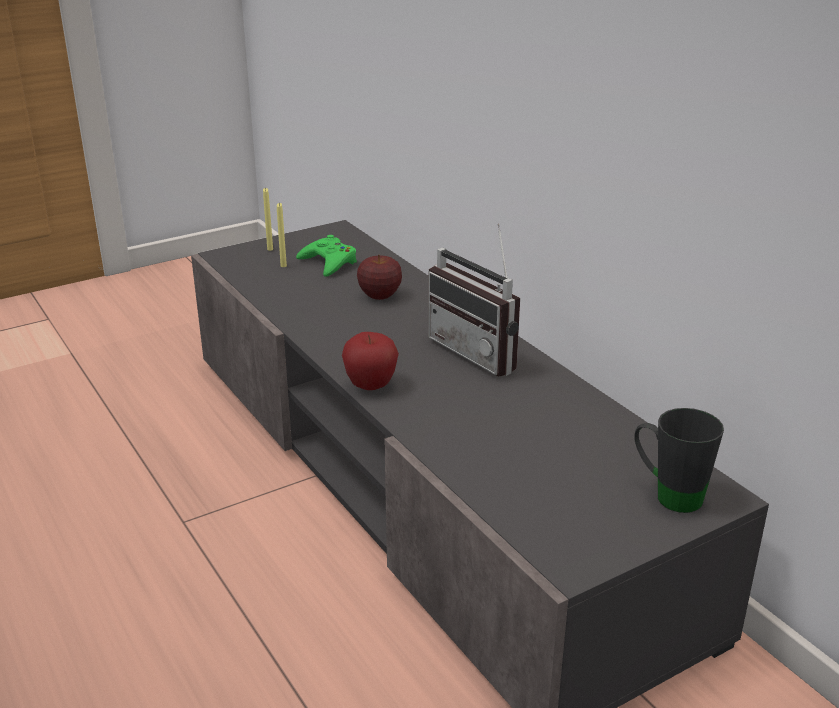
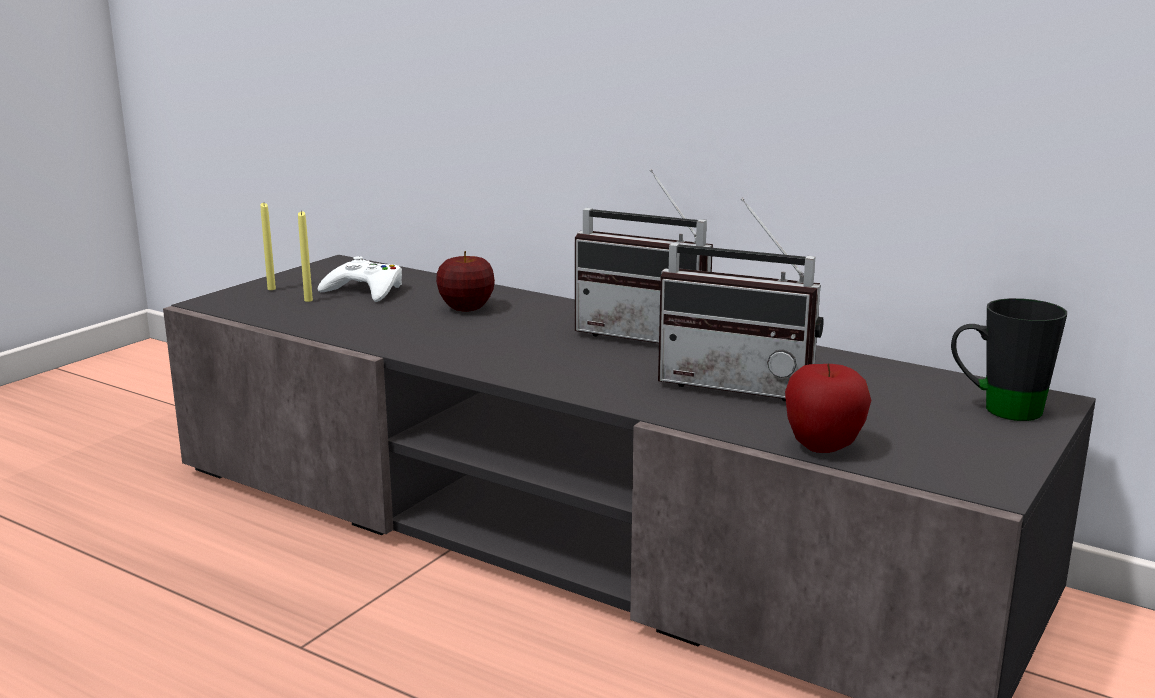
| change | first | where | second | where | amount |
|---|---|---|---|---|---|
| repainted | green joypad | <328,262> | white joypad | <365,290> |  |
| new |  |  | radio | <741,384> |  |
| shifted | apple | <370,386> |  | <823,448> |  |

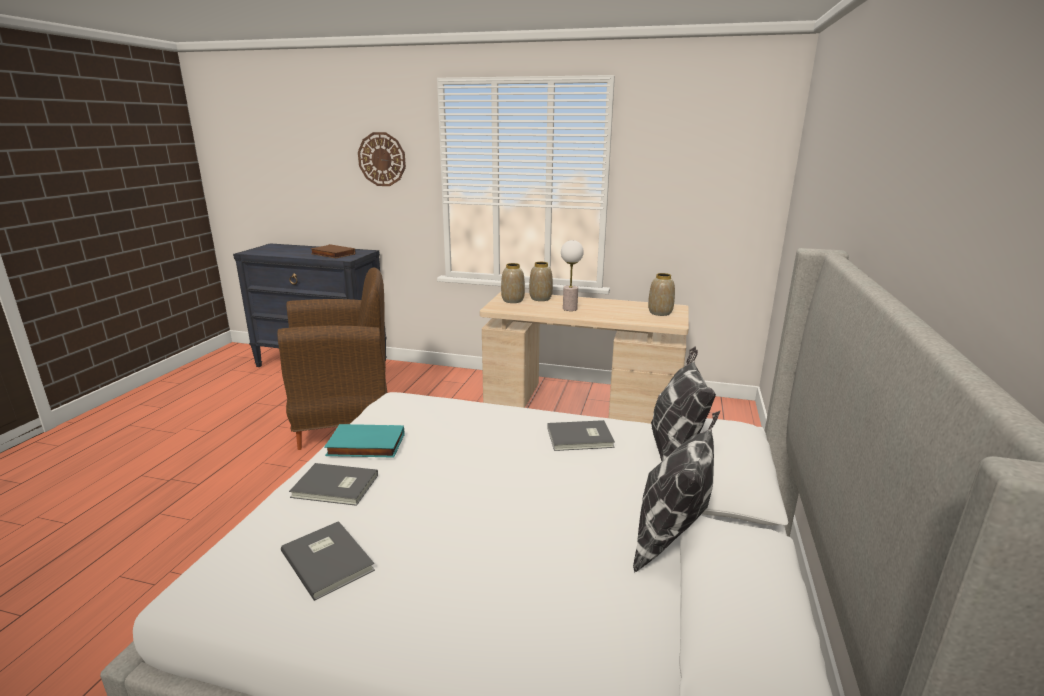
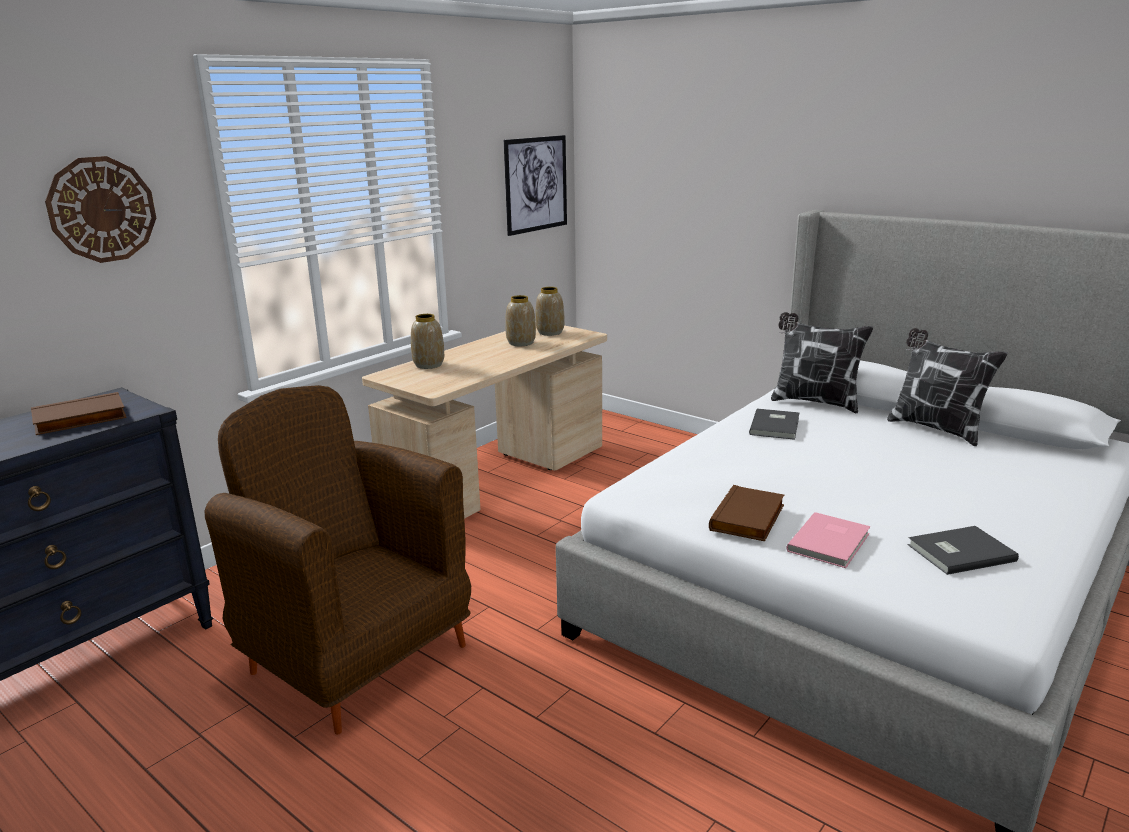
| change | first | where | second | where | amount |
|---|---|---|---|---|---|
| rotated | brown armchair | <345,421> |  | <357,658> | 60 degrees counterclockwise |
| new |  |  | picture | <536,184> |  |
| shifted | decorative vase | <513,300> |  | <521,343> |  |
| repainted | turquoise book | <365,446> | brown book | <749,518> |  |
| repainted | greyish book | <335,487> | pinkish book | <831,542> |  |
| gone | table lamp | <570,309> |  |  |  |

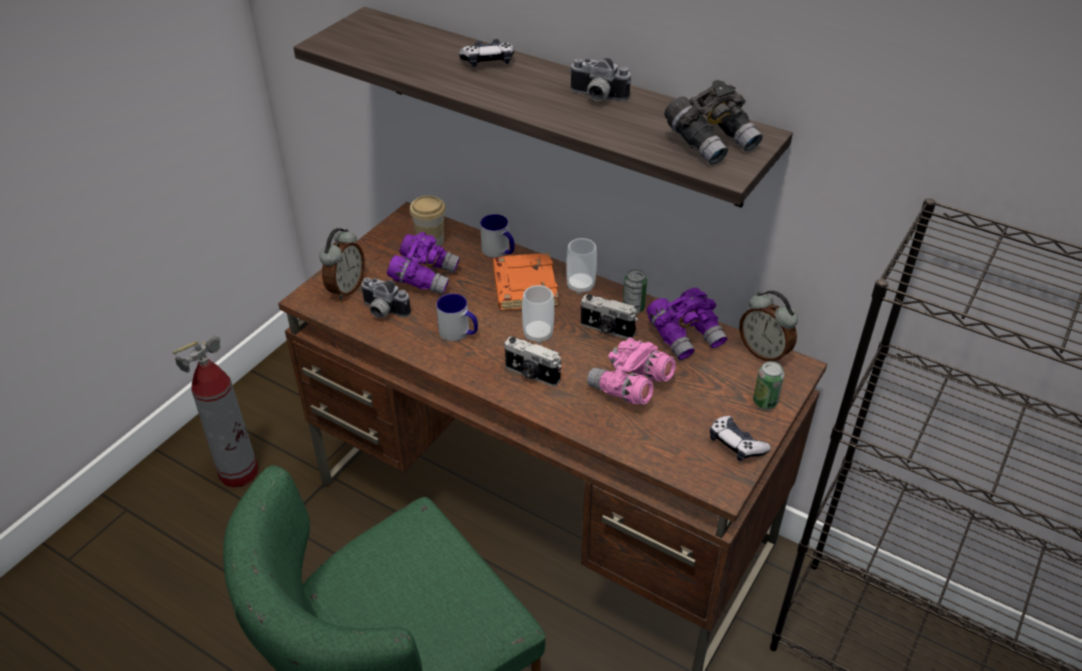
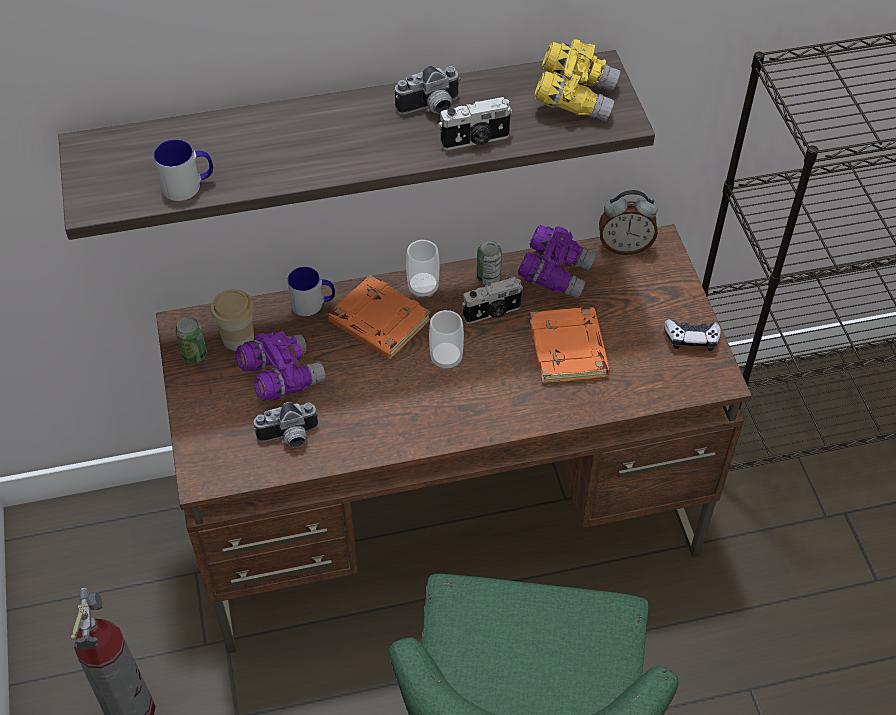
| change | first | where | second | where | amount |
|---|---|---|---|---|---|
| shifted | tea mug | <459,333> |  | <188,185> |  |
| shifted | sealed can | <765,402> |  | <194,355> |  |
| shifted | still camera | <531,374> |  | <475,140> |  |
| swapped | pinkish field glasses | <630,387> | orangey book | <569,350> |  |
| repainted | greyish field glasses | <711,142> | yellowish field glasses | <575,98> |  |
| gone | table clock | <345,288> |  |  |  |
| gone | joypad | <488,62> |  |  |  |

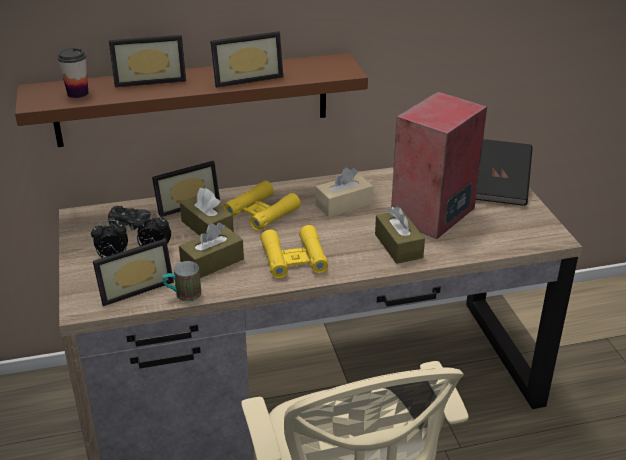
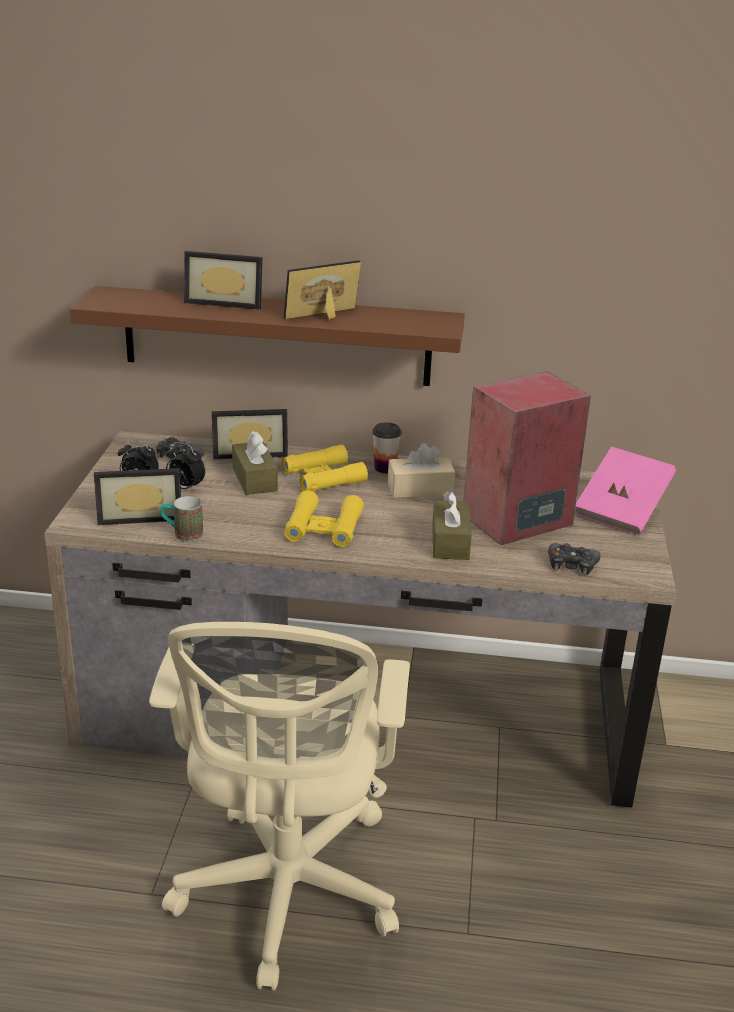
| change | first | where | second | where | amount |
|---|---|---|---|---|---|
| rotated | picture frame | <246,78> |  | <325,317> | 150 degrees clockwise |
| shifted | drinking cup | <77,93> |  | <385,468> |  |
| new |  |  | black-coloured joypad | <571,565> |  |
| repainted | black-coloured book | <499,187> | pinkish book | <622,511> |  |
| gone | brown box of tissues | <212,262> |  |  |  |

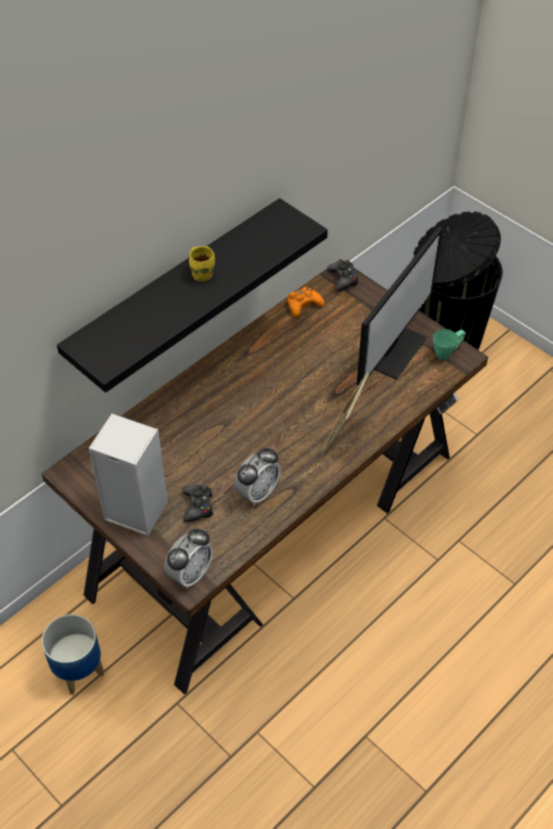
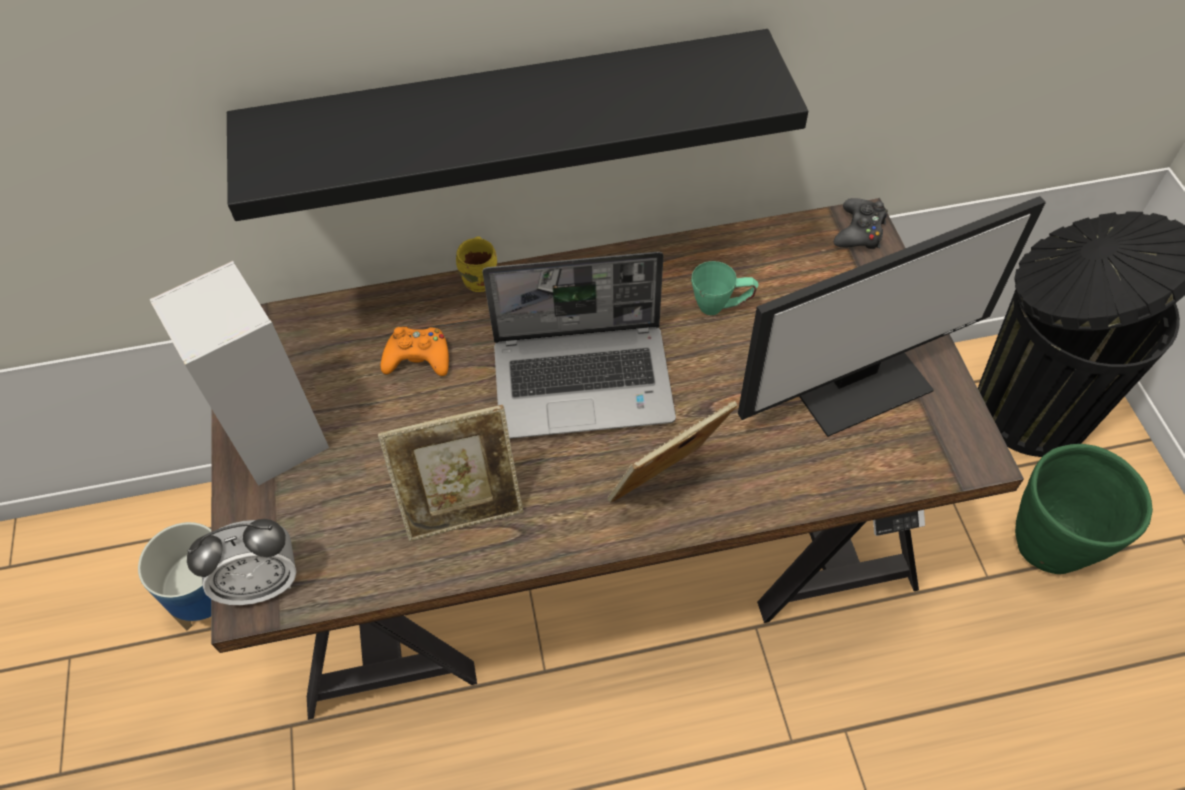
| change | first | where | second | where | amount |
|---|---|---|---|---|---|
| swapped | table clock | <257,492> | picture frame | <463,507> |  |
| shifted | orangey joypad | <303,305> |  | <418,358> |  |
| shifted | yellowish tea mug | <203,274> |  | <482,279> |  |
| new |  |  | notebook computer | <585,381> |  |
| shifted | green tea mug | <447,352> |  | <721,307> |  |
| new |  |  | green flower pot | <1049,547> |  |
| gone | black-coloured joypad | <198,506> |  |  |  |

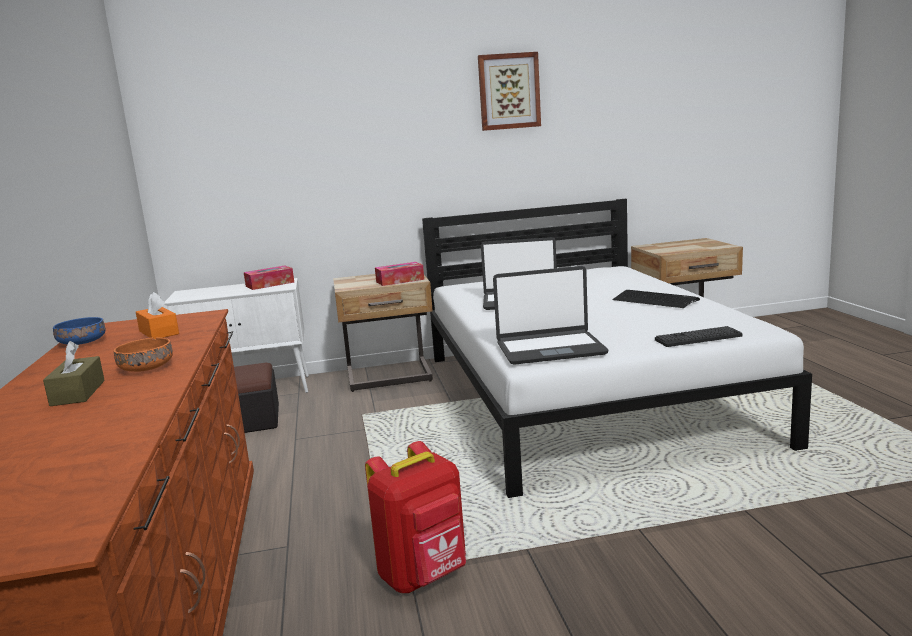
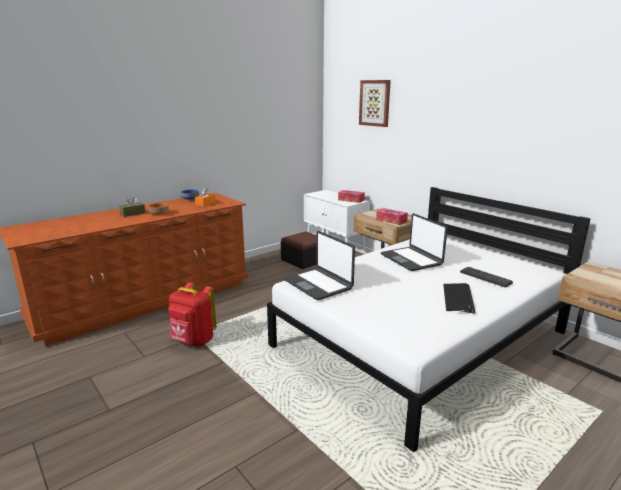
| change | first | where | second | where | amount |
|---|---|---|---|---|---|
| shifted | picture | <509,91> |  | <375,103> |  |
| shifted | PC keyboard | <698,338> |  | <485,277> |  |

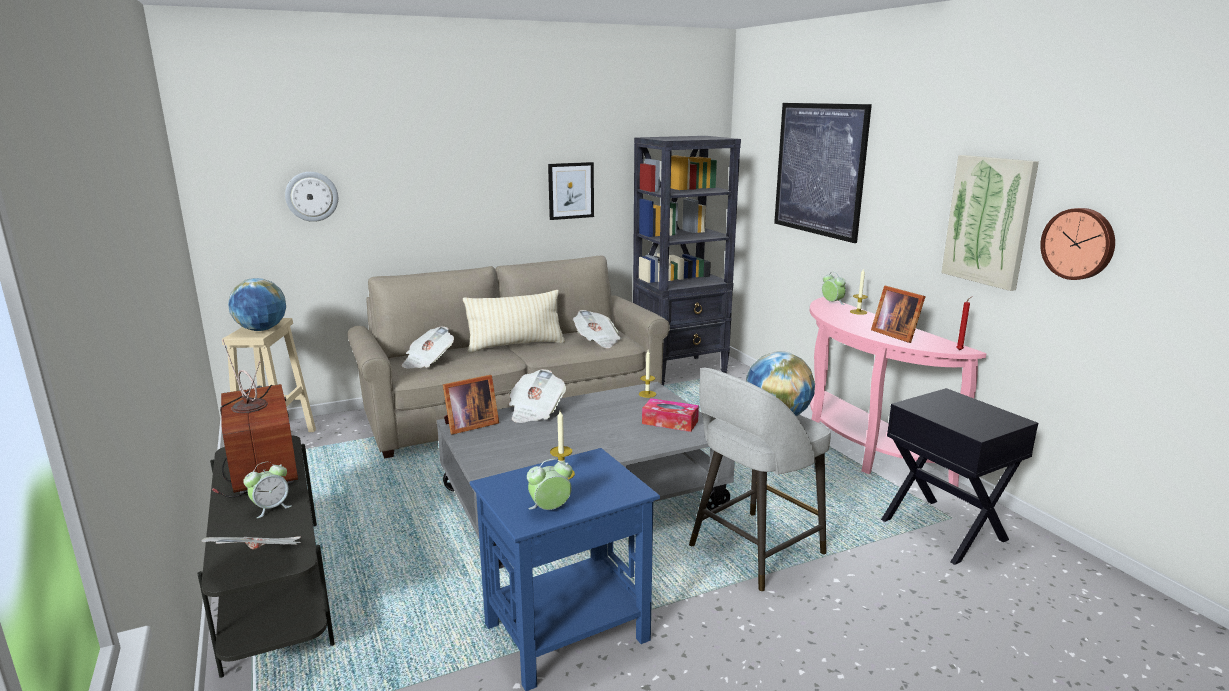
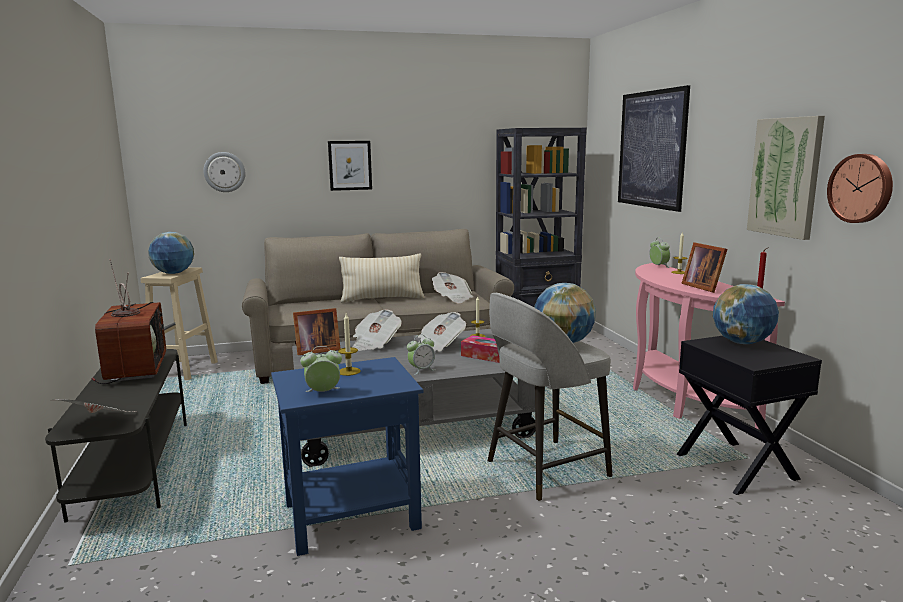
| change | first | where | second | where | amount |
|---|---|---|---|---|---|
| shifted | picture | <571,190> |  | <350,165> |  |
| shifted | table clock | <271,508> |  | <421,370> |  |
| shifted | newspaper | <427,361> |  | <438,346> |  |
| new |  |  | world globe | <742,343> |  |

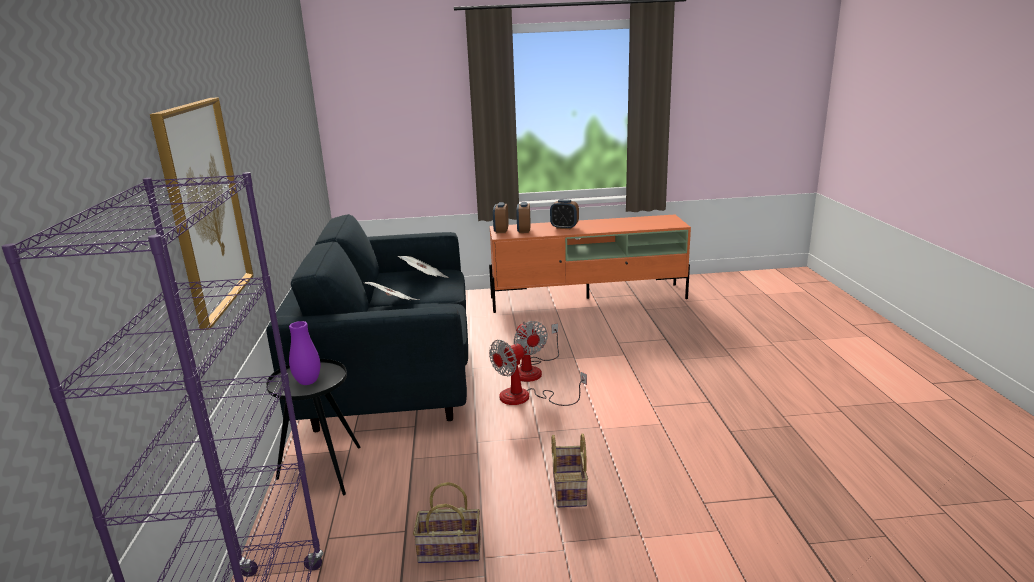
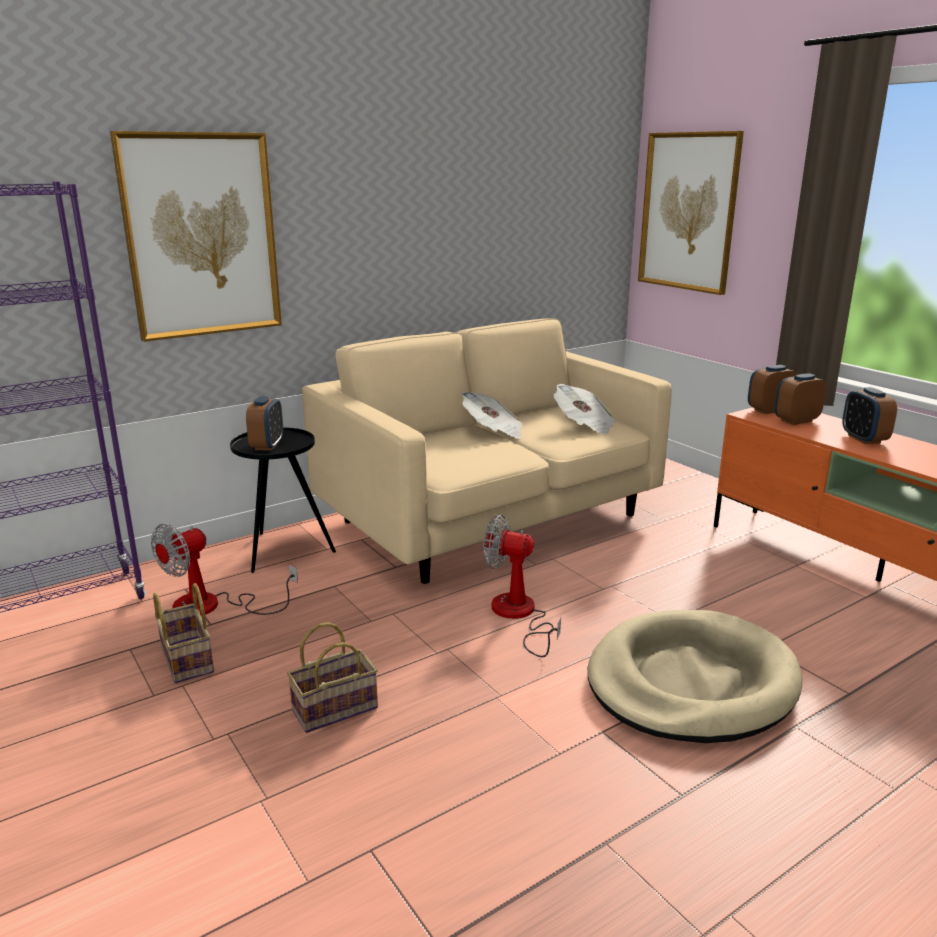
| change | first | where | second | where | amount |
|---|---|---|---|---|---|
| shifted | cooling fan | <533,370> |  | <212,606> |  |
| swapped | purplish decorative vase | <308,382> | table clock | <267,445> |  |
| repainted | blue couch | <393,373> | sand-coloured couch | <489,518> |  |
| new |  |  | sand-coloured dog bed | <690,682> |  |
| new |  |  | picture | <688,212> |  |

